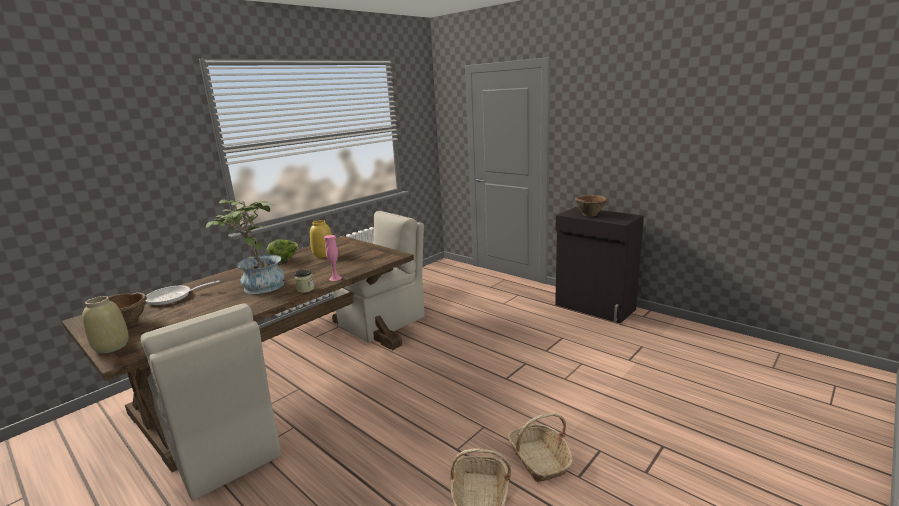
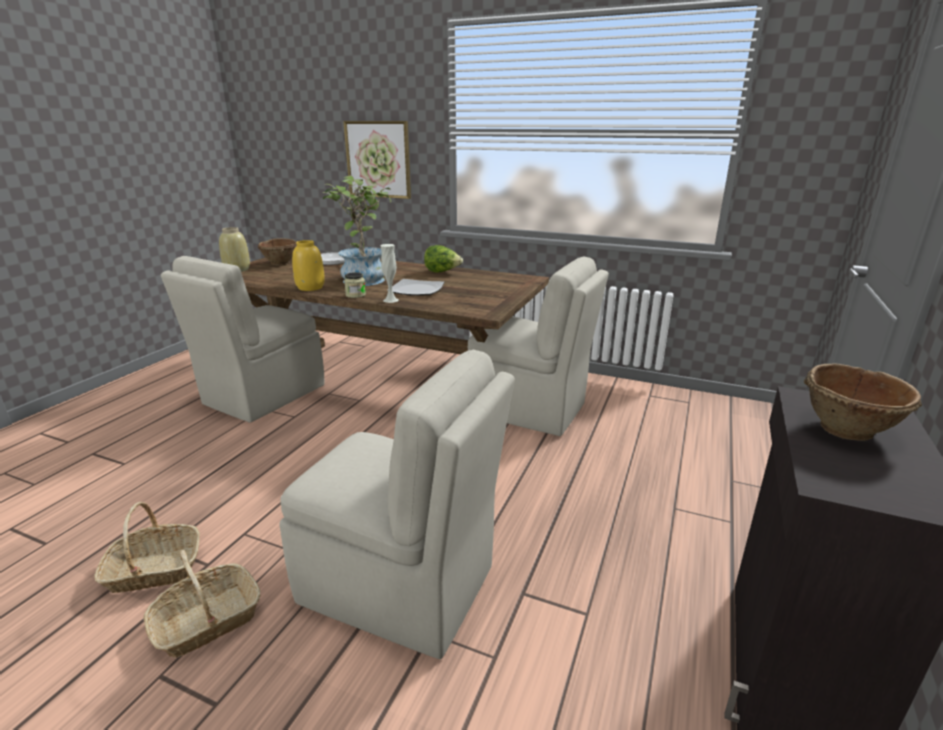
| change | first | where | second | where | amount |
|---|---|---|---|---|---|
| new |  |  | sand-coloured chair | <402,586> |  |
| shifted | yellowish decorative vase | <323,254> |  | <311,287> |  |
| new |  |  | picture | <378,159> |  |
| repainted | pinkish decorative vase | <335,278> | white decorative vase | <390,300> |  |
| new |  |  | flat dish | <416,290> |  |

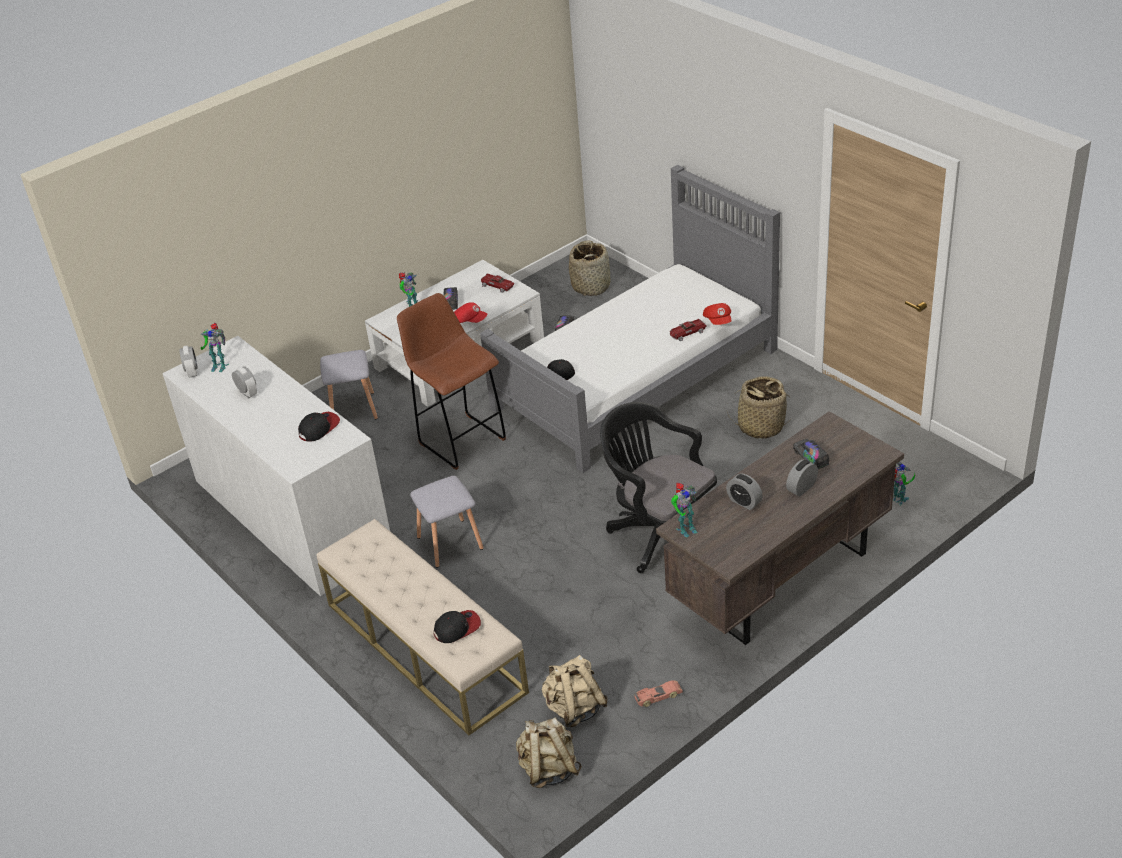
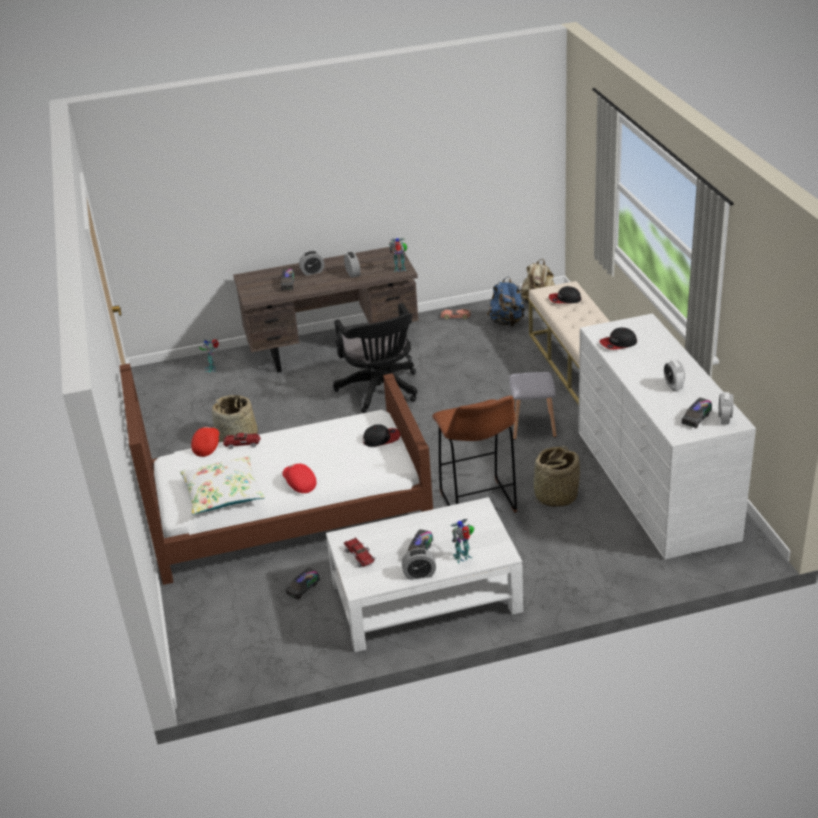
| change | first | where | second | where | amount |
|---|---|---|---|---|---|
| repainted | greyish bed | <636,378> | brown bed | <287,511> |  |
| new |  |  | white throw pillow | <223,493> |  |
| shifted | red-coloured baseball cap | <470,321> |  | <299,484> |  |
| new |  |  | table clock | <419,574> |  |
| repainted | sand-coloured rucksack | <574,709> | blue rucksack | <507,322> |  |
| shifted | household basket | <591,286> |  | <555,496> |  |
| swapped | robot figure | <219,366> | toy truck | <696,418> |  |
| gone | greyish sitting stool | <352,409> |  |  |  |

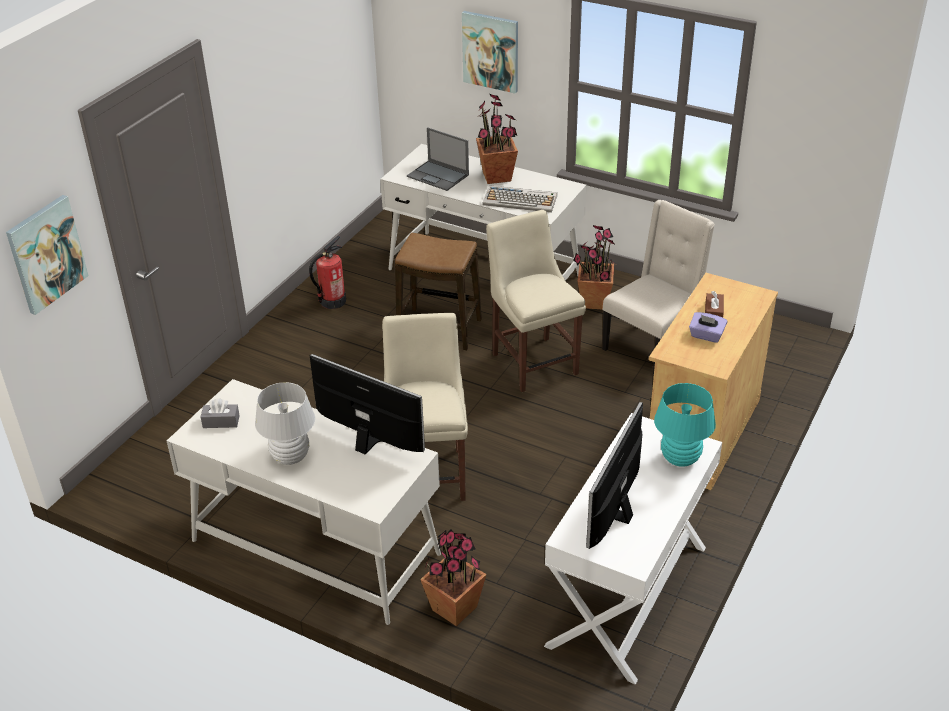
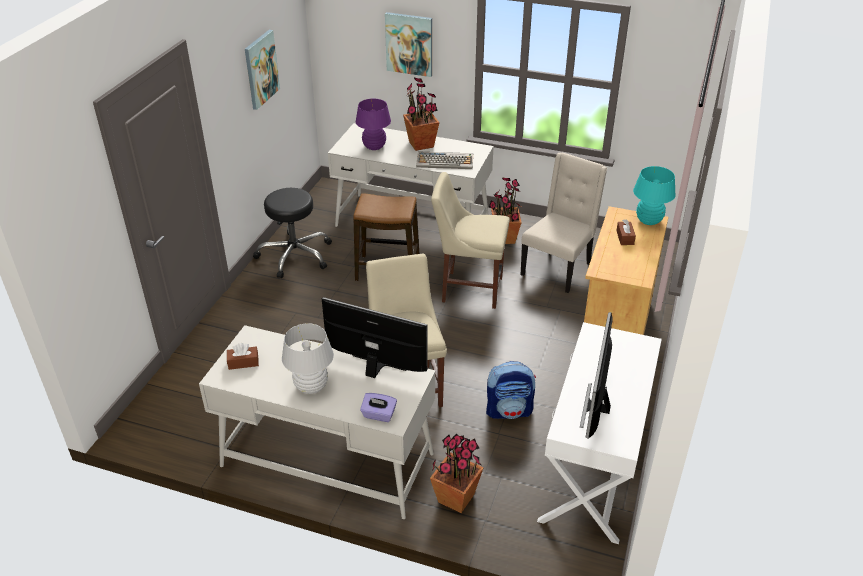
| change | first | where | second | where | amount |
|---|---|---|---|---|---|
| repainted | greyish box of tissues | <221,421> | brown box of tissues | <243,362> |  |
| shifted | picture | <46,254> |  | <261,69> |  |
| swapped | fire extinguisher | <332,301> | black-coloured sitting stool | <295,255> |  |
| swapped | notebook computer | <438,176> | purplish table lamp | <374,147> |  |
| shifted | purplish box of tissues | <706,336> |  | <379,415> |  |
| rotated | sand-coloured chair | <533,361> |  | <468,289> | 45 degrees counterclockwise |
| new |  |  | rucksack | <509,410> |  |
| shifted | turquoise table lamp | <680,458> |  | <648,221> |  |

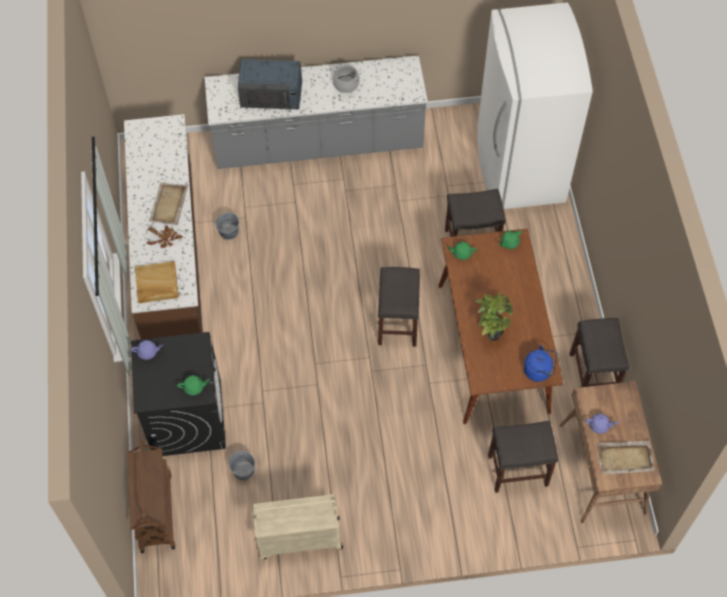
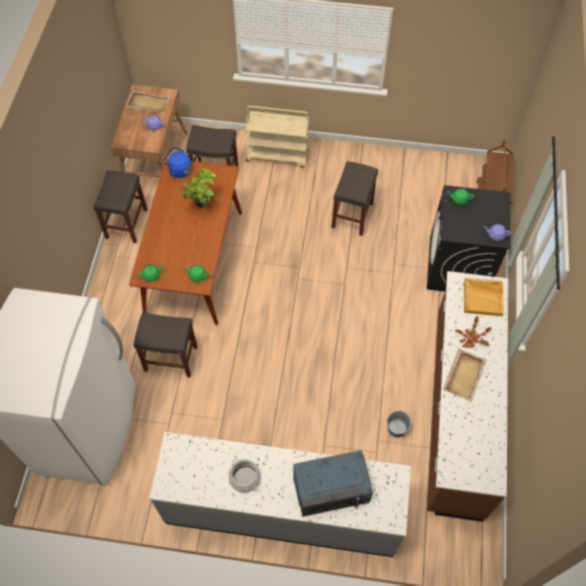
| change | first | where | second | where | amount |
|---|---|---|---|---|---|
| shifted | sand-coloured trolley | <299,539> |  | <278,155> |  |
| rotated | blue microwave | <271,93> |  | <332,488> | 150 degrees clockwise |
| shifted | greyish sitting stool | <397,323> |  | <352,216> |  |
| gone | greyish pail | <243,470> |  |  |  |

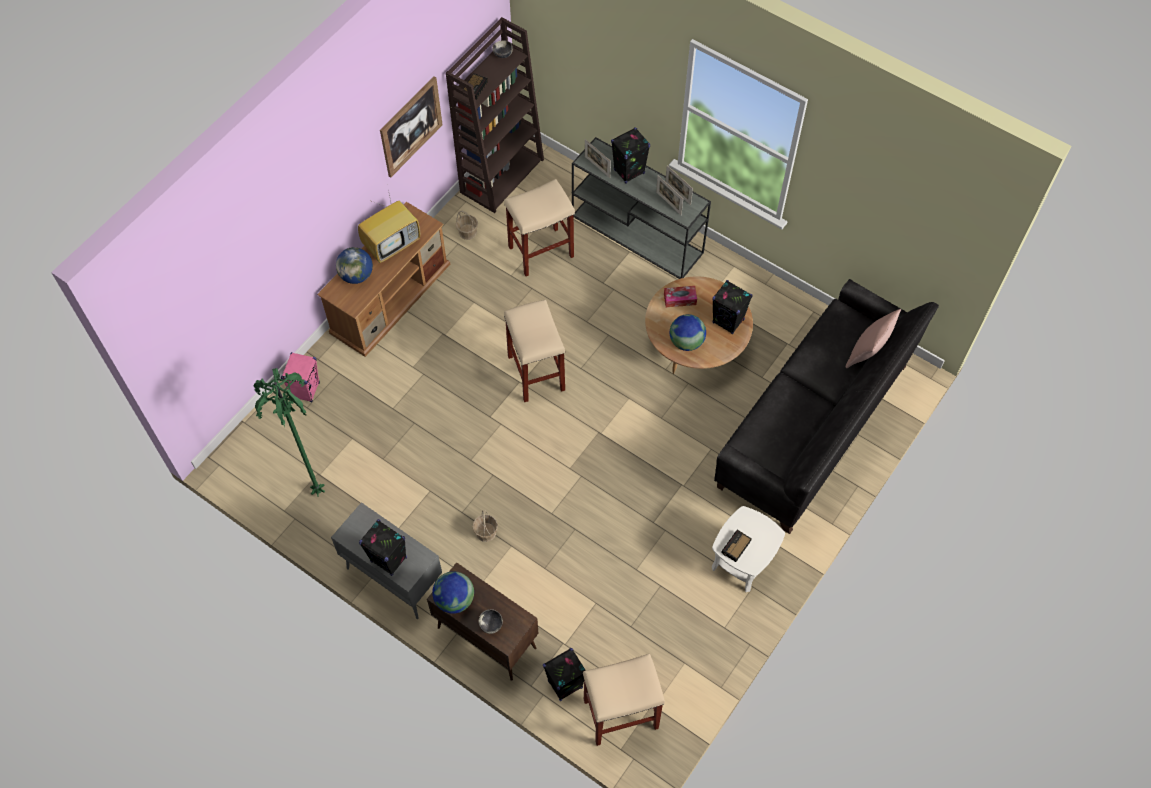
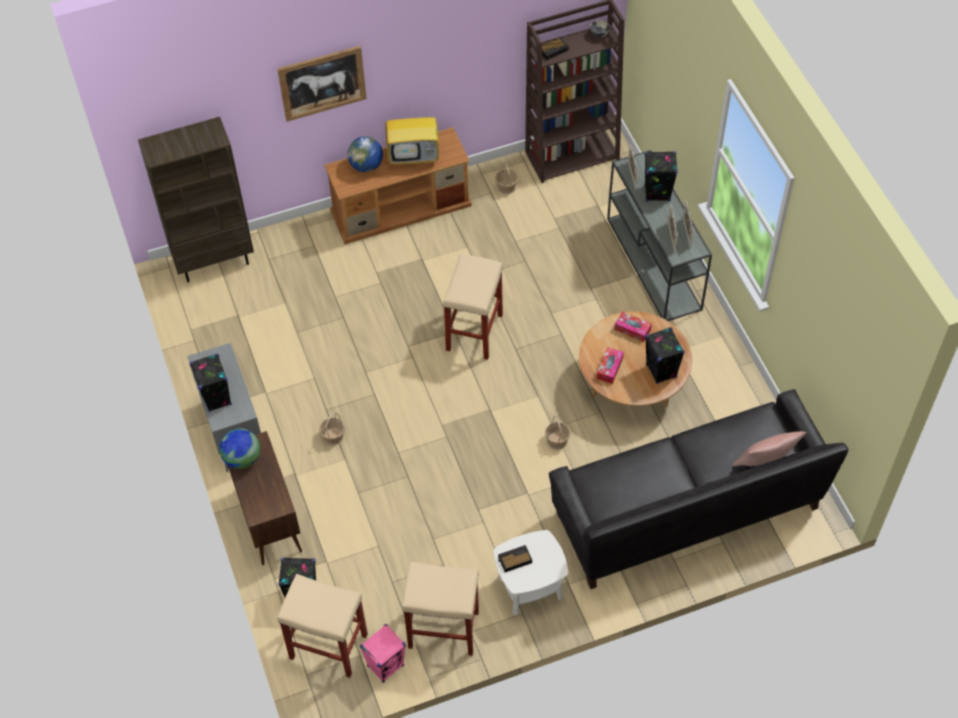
| change | first | where | second | where | amount |
|---|---|---|---|---|---|
| new |  |  | brown bookshelf | <214,261> |  |
| shifted | picture | <411,126> |  | <322,83> |  |
| shifted | pinkish audio speaker | <306,390> |  | <385,666> |  |
| shifted | sand-coloured sitting stool | <541,251> |  | <444,629> |  |
| new |  |  | household basket | <557,441> |  |
| swapped | world globe | <686,342> | box of tissues | <609,368> |  |
| gone | green standing lamp | <317,492> |  |  |  |
| gone | bowl | <491,624> |  |  |  |

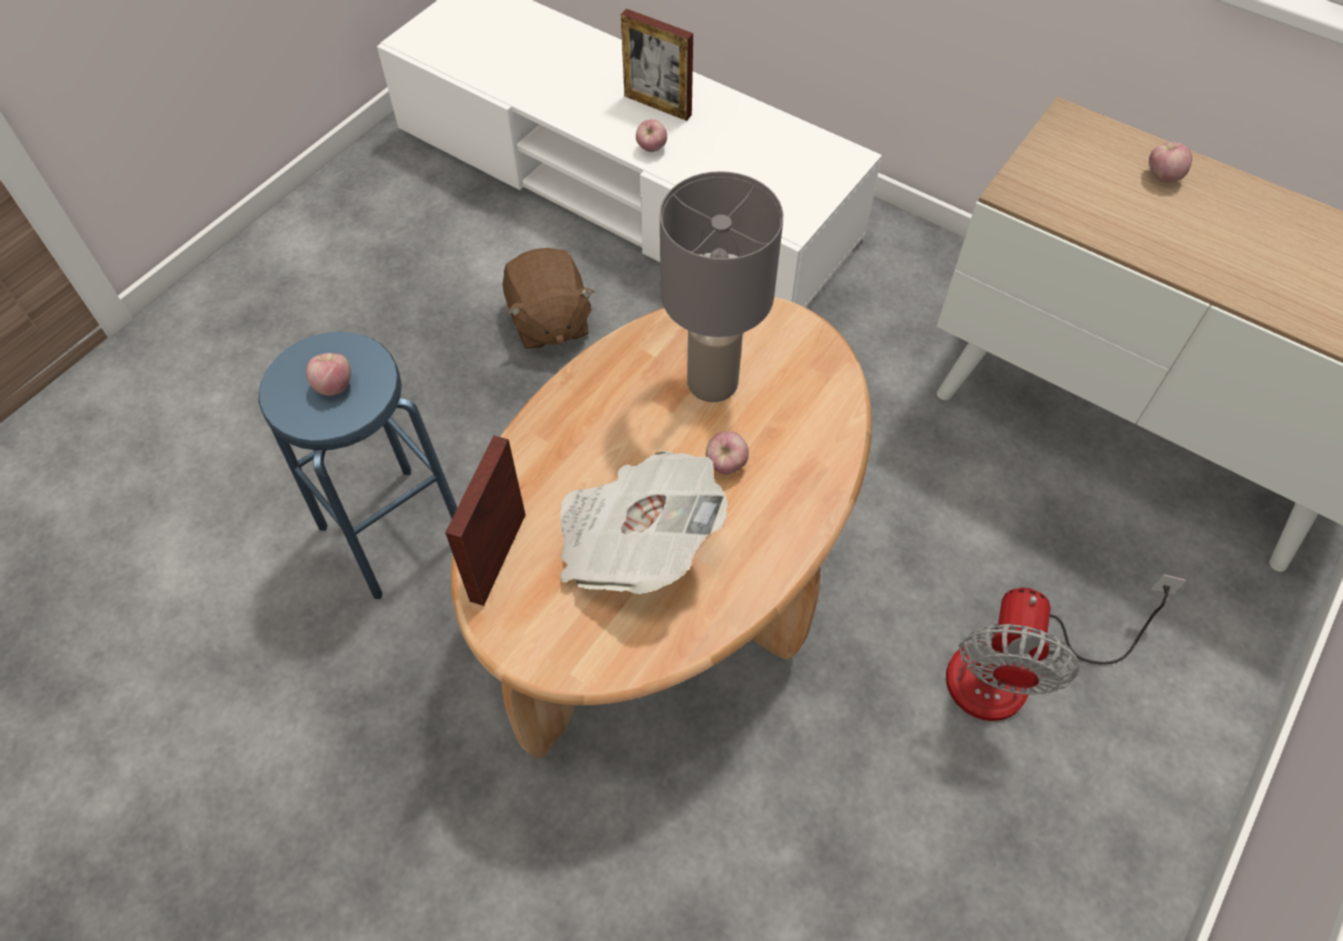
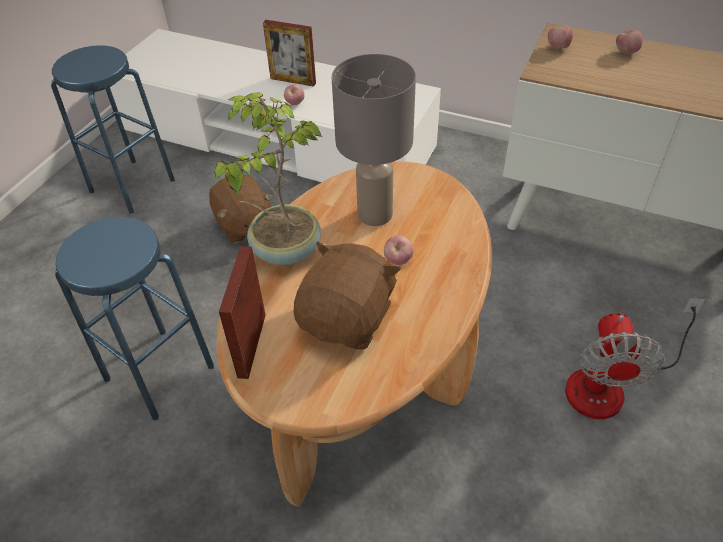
| change | first | where | second | where | amount |
|---|---|---|---|---|---|
| new |  |  | blue sitting stool | <132,185> |  |
| new |  |  | plant in a pot | <284,250> |  |
| swapped | newspaper | <635,542> | brown plush toy | <348,319> |  |
| shifted | apple | <334,386> |  | <557,48> |  |

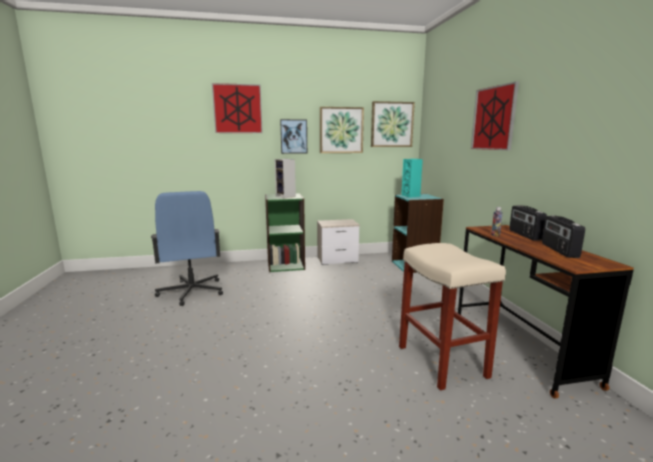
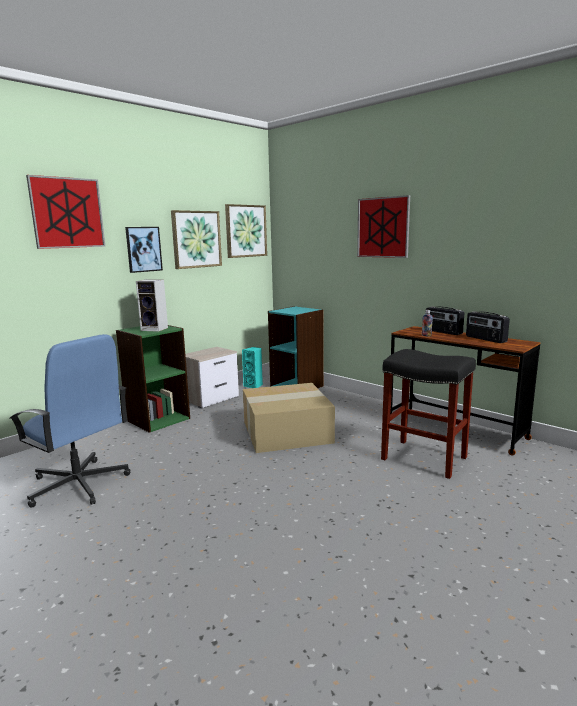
| change | first | where | second | where | amount |
|---|---|---|---|---|---|
| shifted | turquoise audio speaker | <411,196> |  | <254,386> |  |
| new |  |  | packing box | <287,431> |  |
| repainted | sand-coloured sitting stool | <440,361> | black-coloured sitting stool | <422,458> |  |

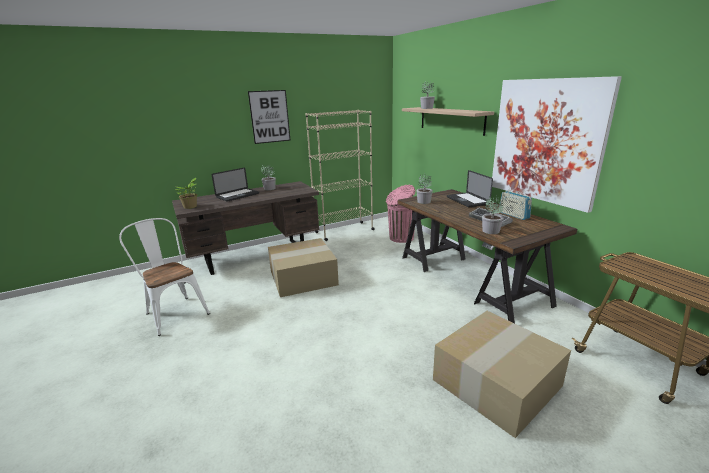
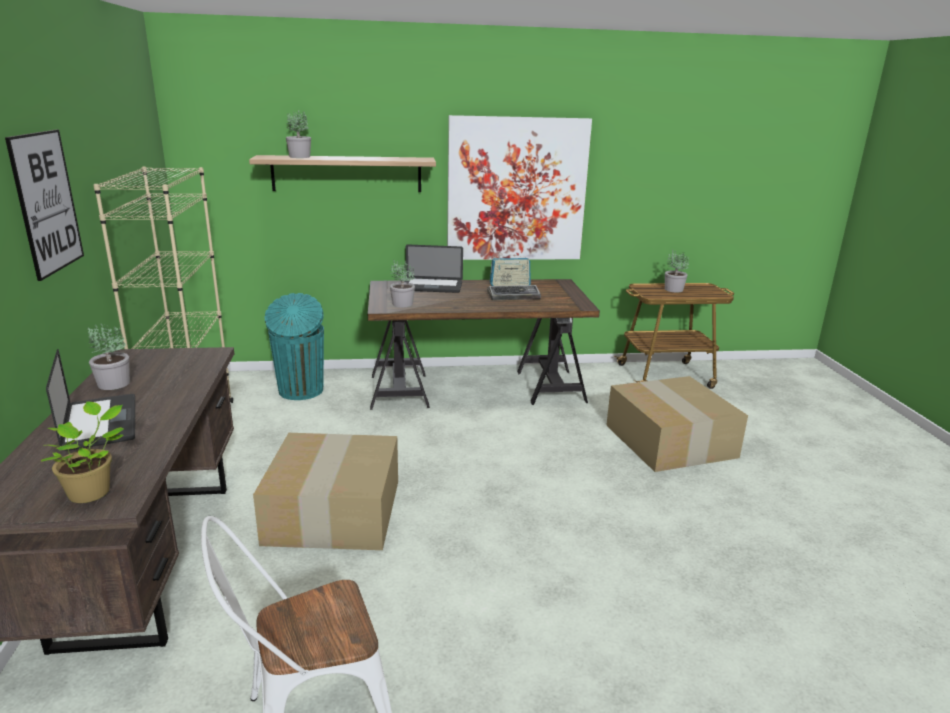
| change | first | where | second | where | amount |
|---|---|---|---|---|---|
| repainted | pinkish waste bin | <400,238> | turquoise waste bin | <300,391> |  |
| shifted | plant in a pot | <490,231> |  | <673,289> |  |

